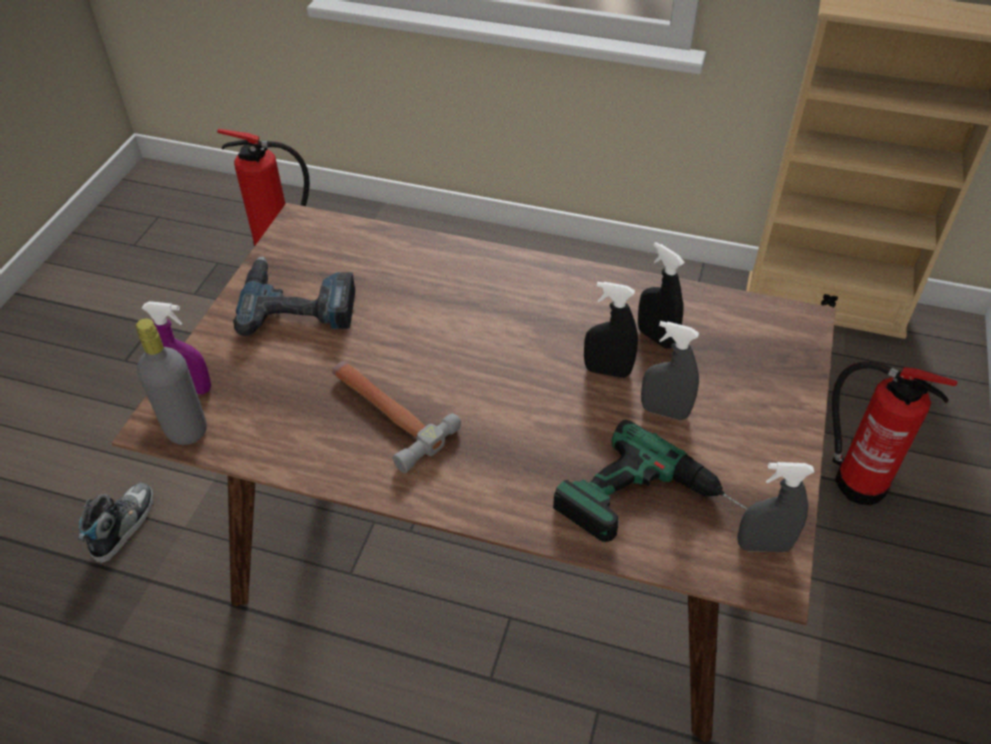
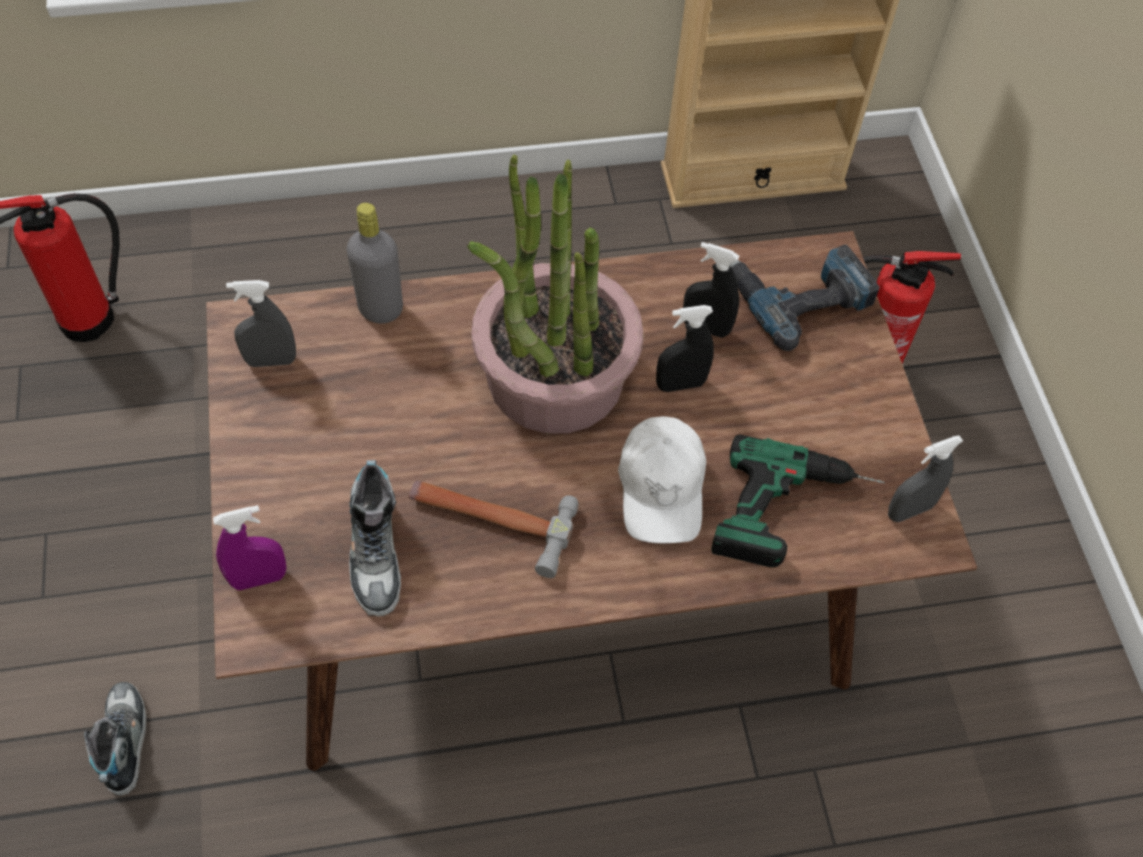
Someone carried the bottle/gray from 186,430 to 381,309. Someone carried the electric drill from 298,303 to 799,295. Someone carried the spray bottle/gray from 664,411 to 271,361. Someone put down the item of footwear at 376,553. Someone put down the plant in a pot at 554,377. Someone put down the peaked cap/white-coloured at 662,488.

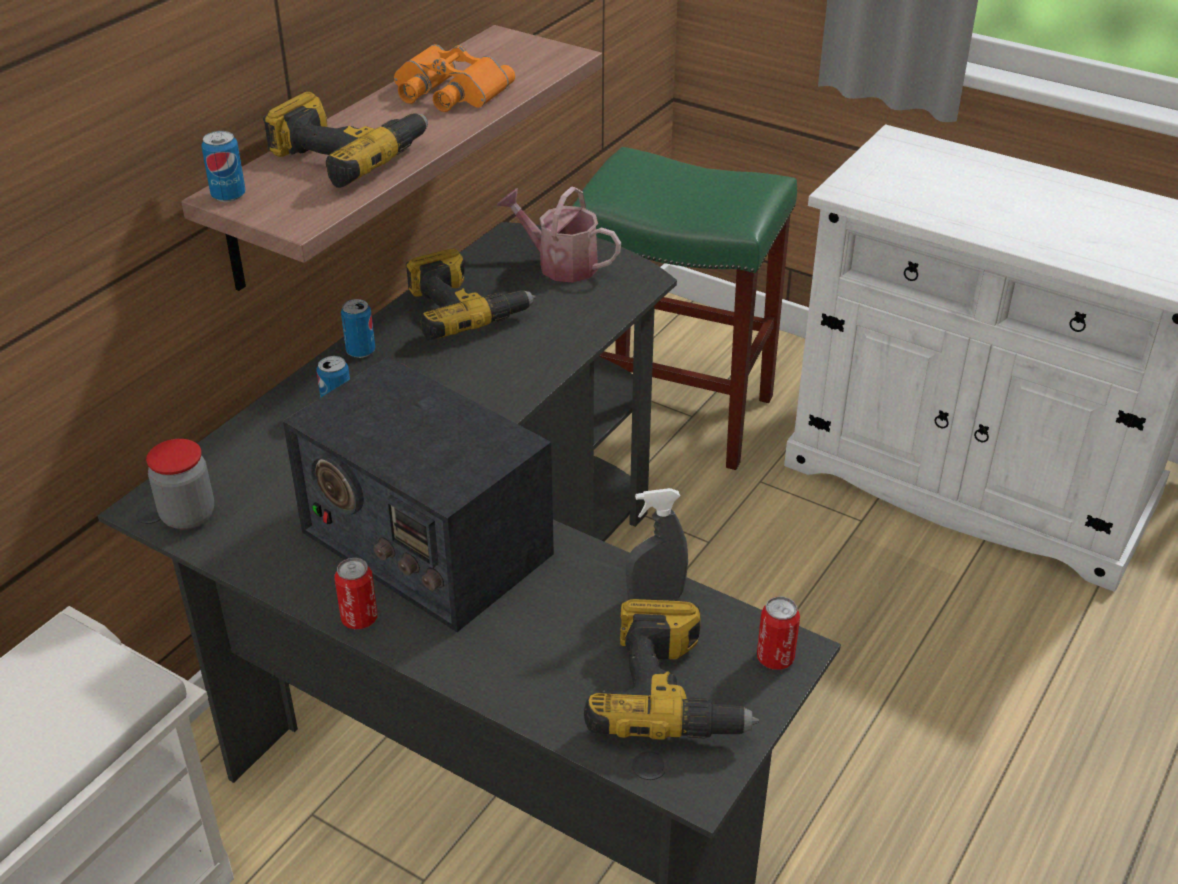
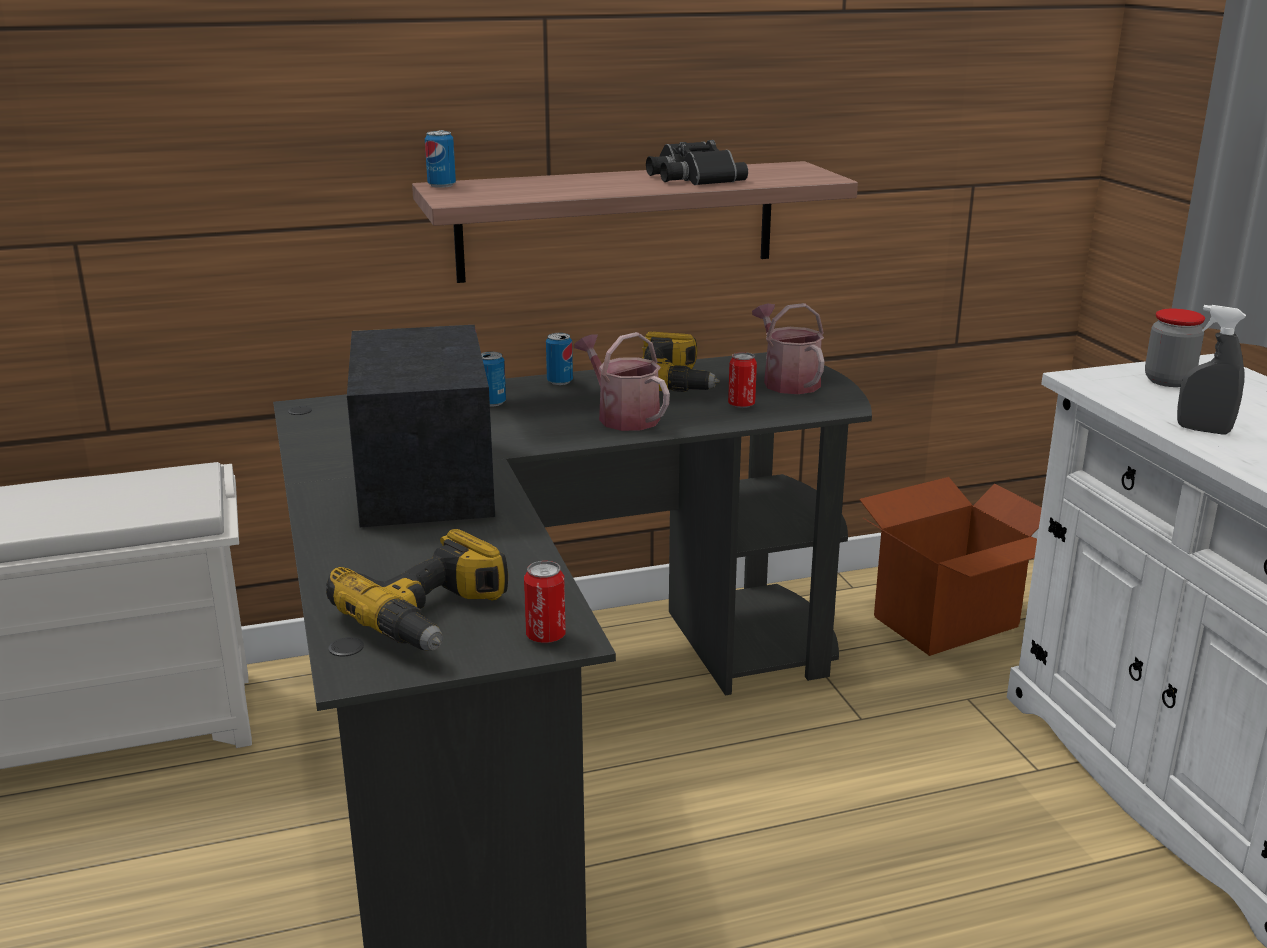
Someone carried the storage jar from 188,515 to 1168,381. Someone took away the electric drill at 347,155. Someone carried the metal can from 359,619 to 741,405. Someone repainted the binoculars/orange-coloured at 448,92, which became the binoculars/black at 691,177. Someone swapped the stool/greenish at 678,413 for the packing box at 947,622. Someone carried the spray bottle/gray from 655,597 to 1203,430. Someone put down the sprinkling can at 623,416.

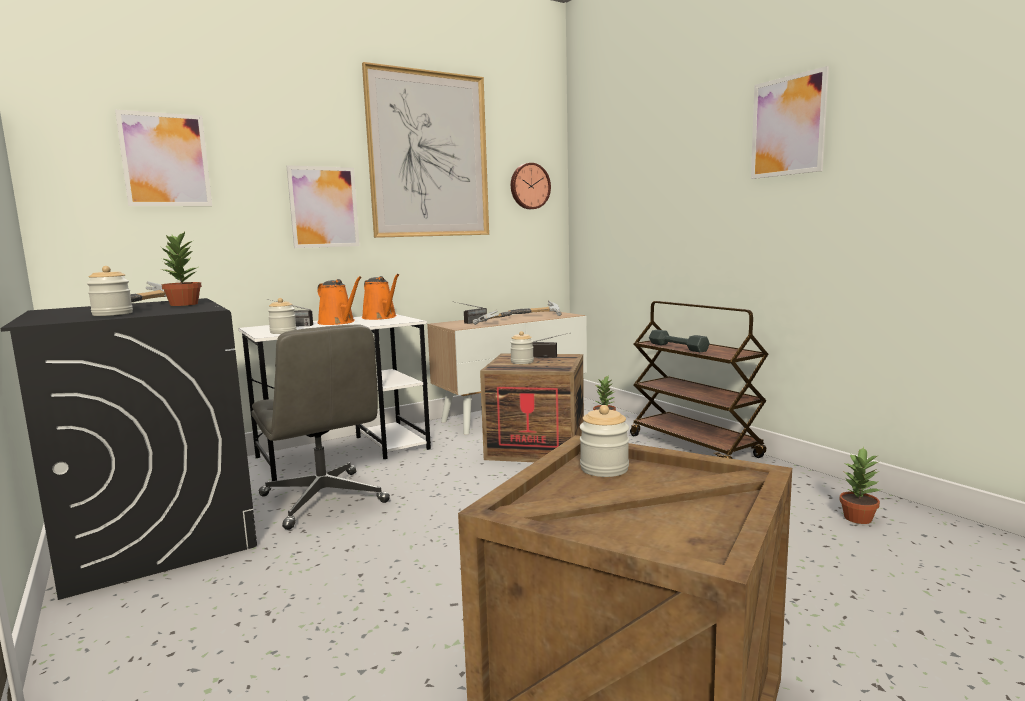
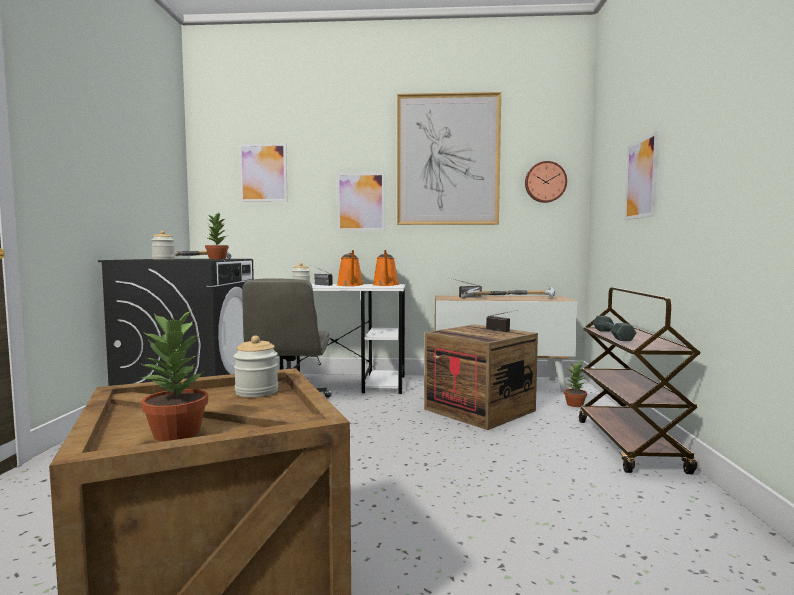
Someone took away the storage jar at 522,362. Someone carried the wall art from 788,126 to 641,178. Someone carried the plant in a pot from 858,518 to 177,433.

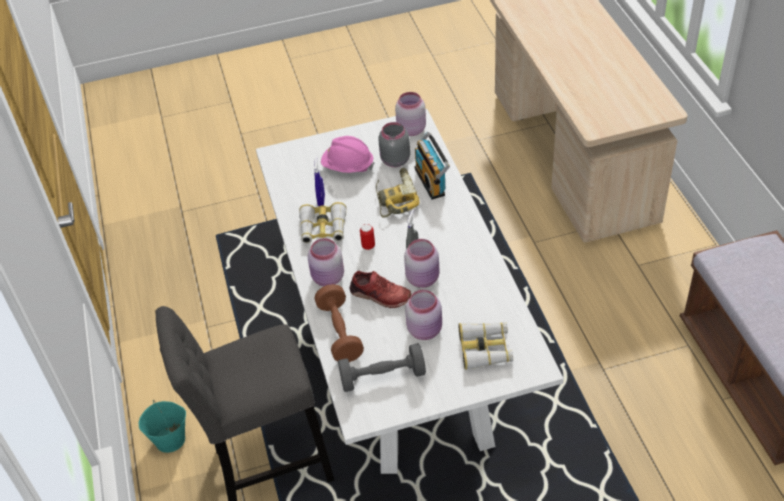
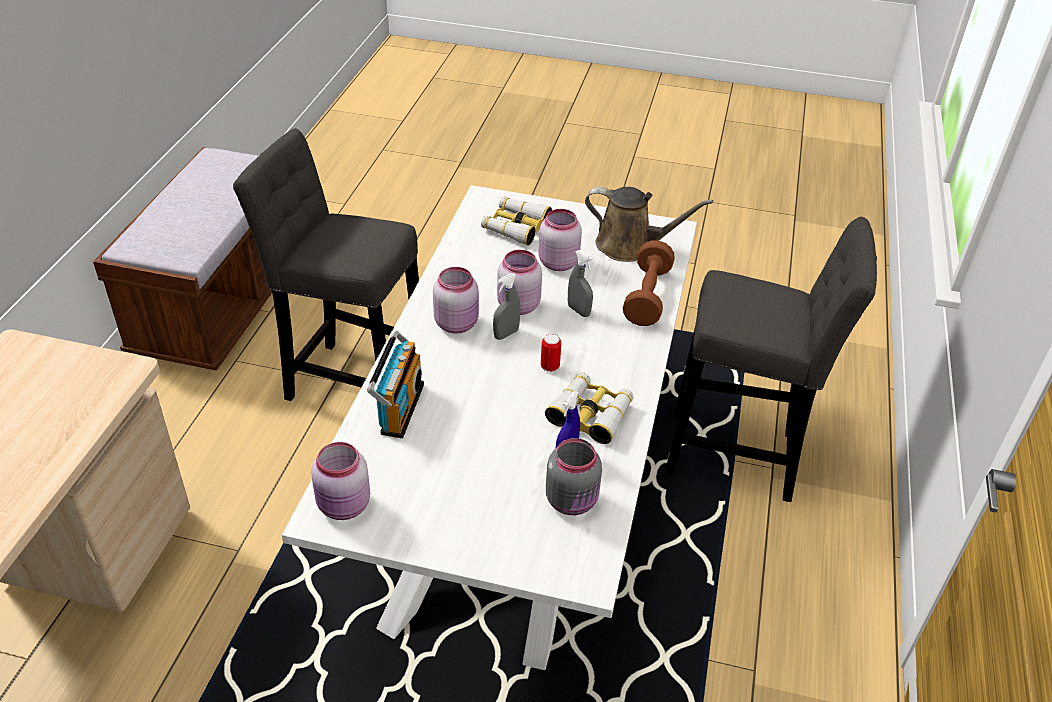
Someone took away the water bucket/turquoise-coloured at 170,439. Someone carried the storage jar/pink from 328,278 to 457,323. Someone took away the safety helmet/pink at 348,167. Someone swapped the free weight/gray at 382,377 for the sprinkling can/brownish at 630,246. Someone swapped the item of footwear/reddish at 379,295 for the spray bottle/gray at 578,311. Someone took away the electric drill at 395,197. Someone carried the storage jar/gray from 394,160 to 573,501. Someone put down the stool/gray at 350,383.

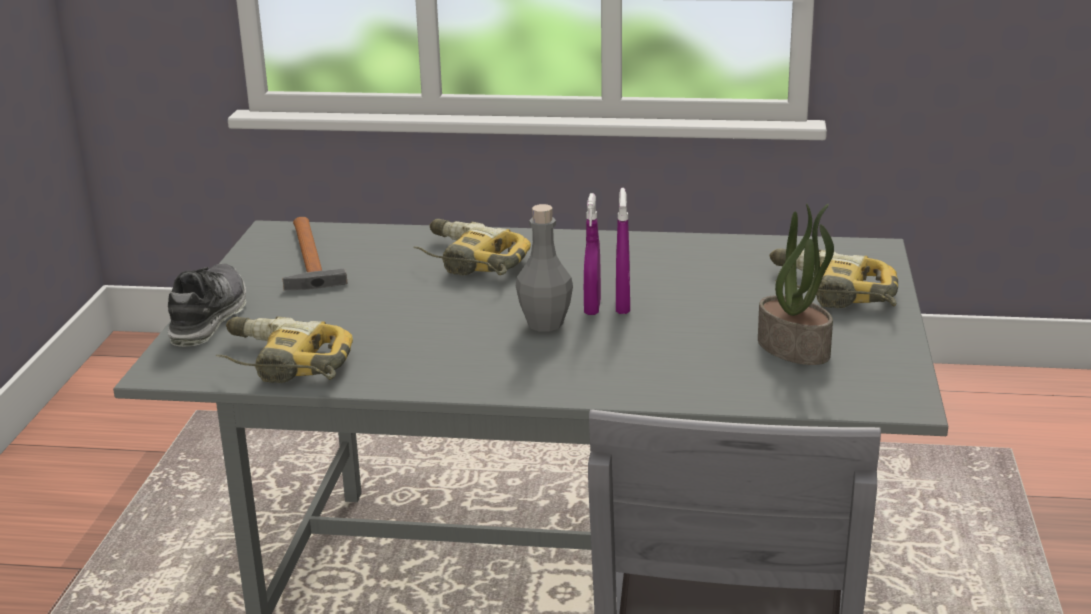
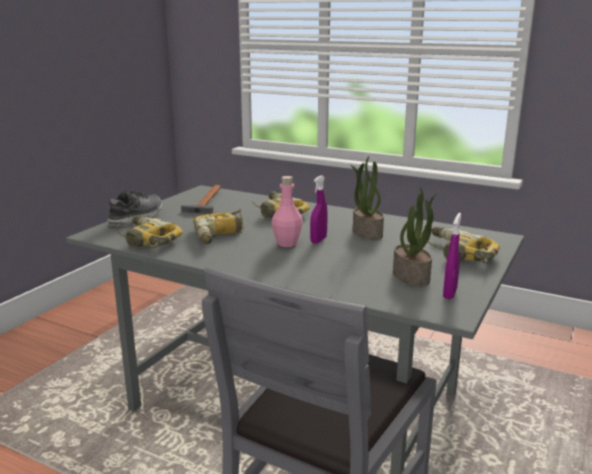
Someone repainted the bottle/gray at 545,324, which became the bottle/pink at 287,243. Someone carried the spray bottle/purple from 622,306 to 450,293. Someone put down the electric drill at 221,234. Someone put down the plant in a pot at 366,233.

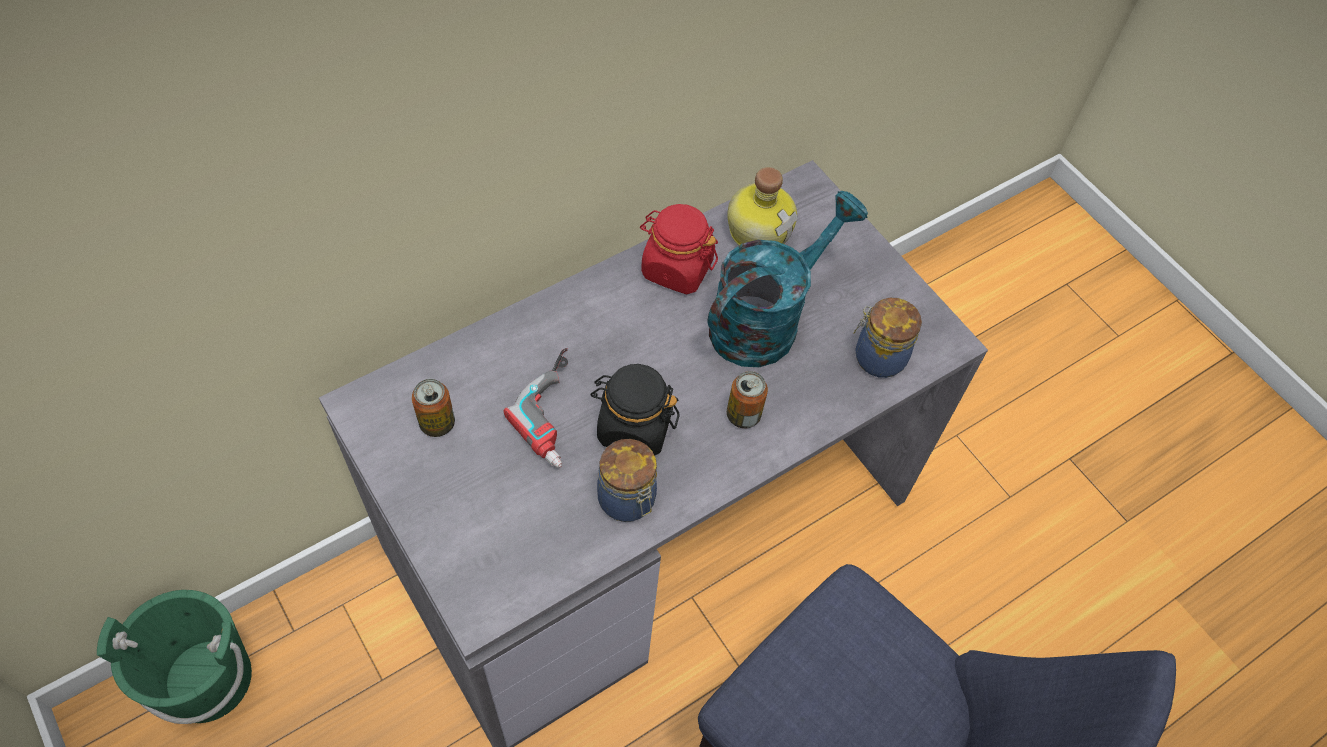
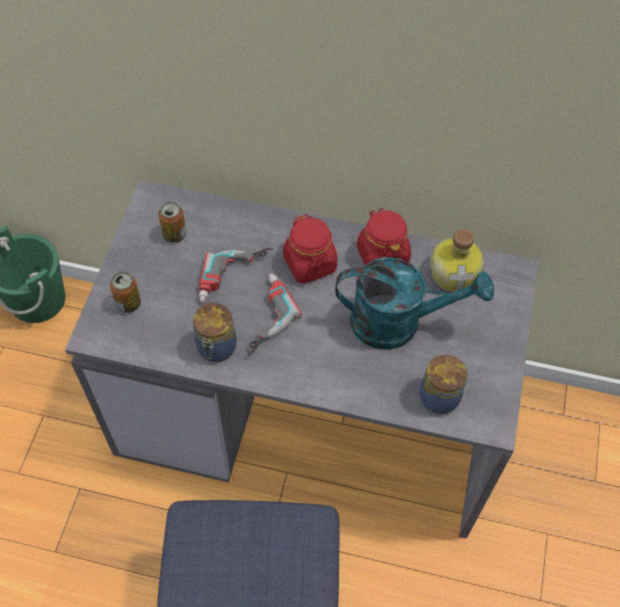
Someone swapped the storage jar/black at 634,427 for the electric drill at 262,316. Someone carried the metal can from 743,415 to 128,303. Someone put down the storage jar/reddish at 310,264.

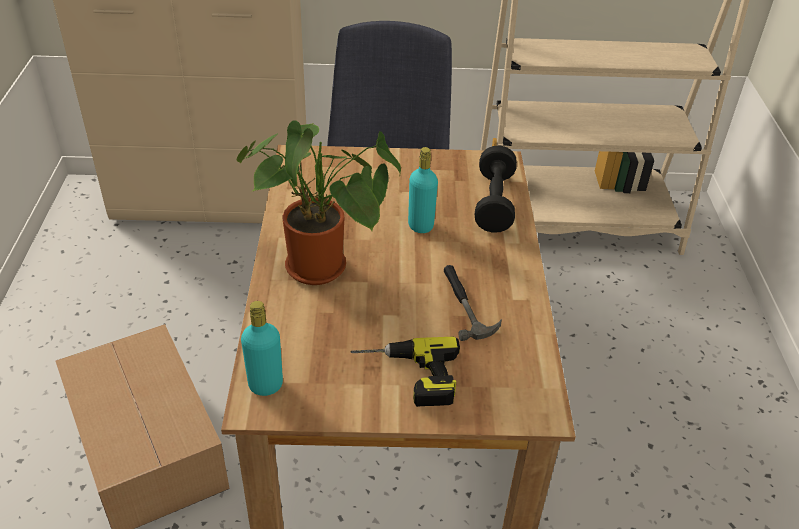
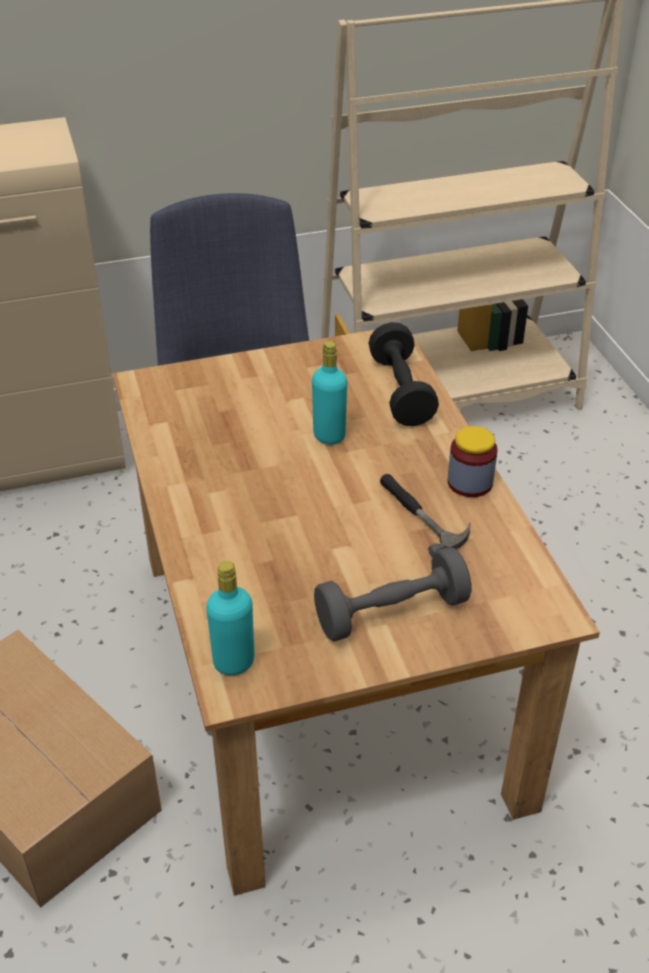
Someone took away the plant in a pot at 323,268. Someone swapped the electric drill at 407,377 for the free weight/gray at 391,612. Someone put down the storage jar at 470,482.

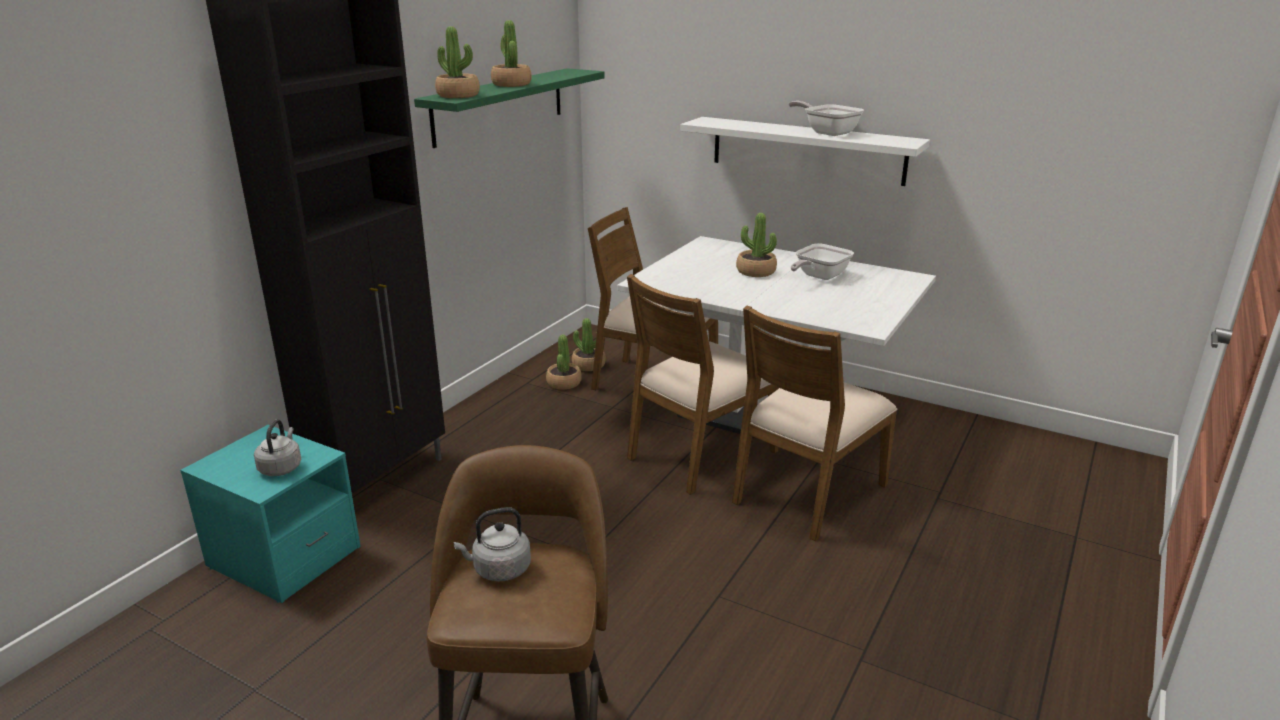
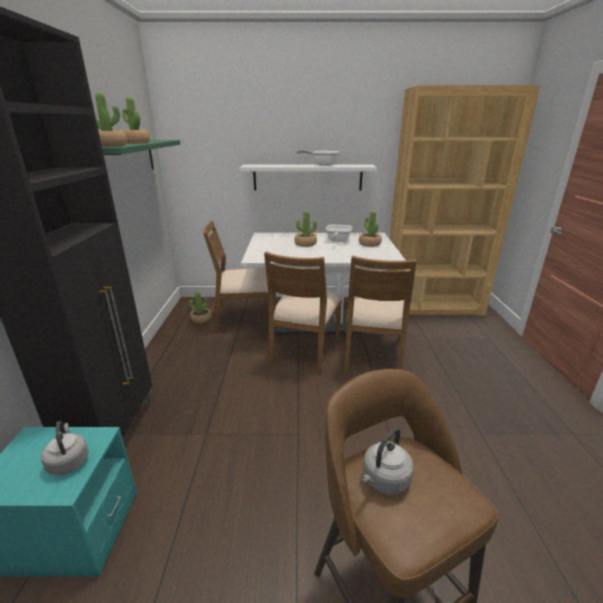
Someone carried the plant in a pot from 564,383 to 369,244. Someone put down the shelving unit/brownish at 432,306.

